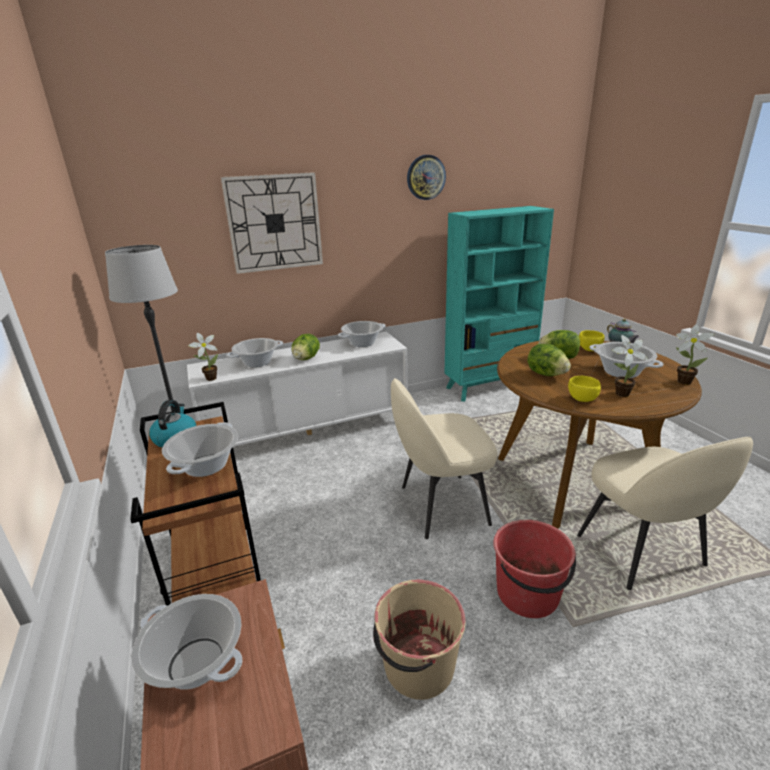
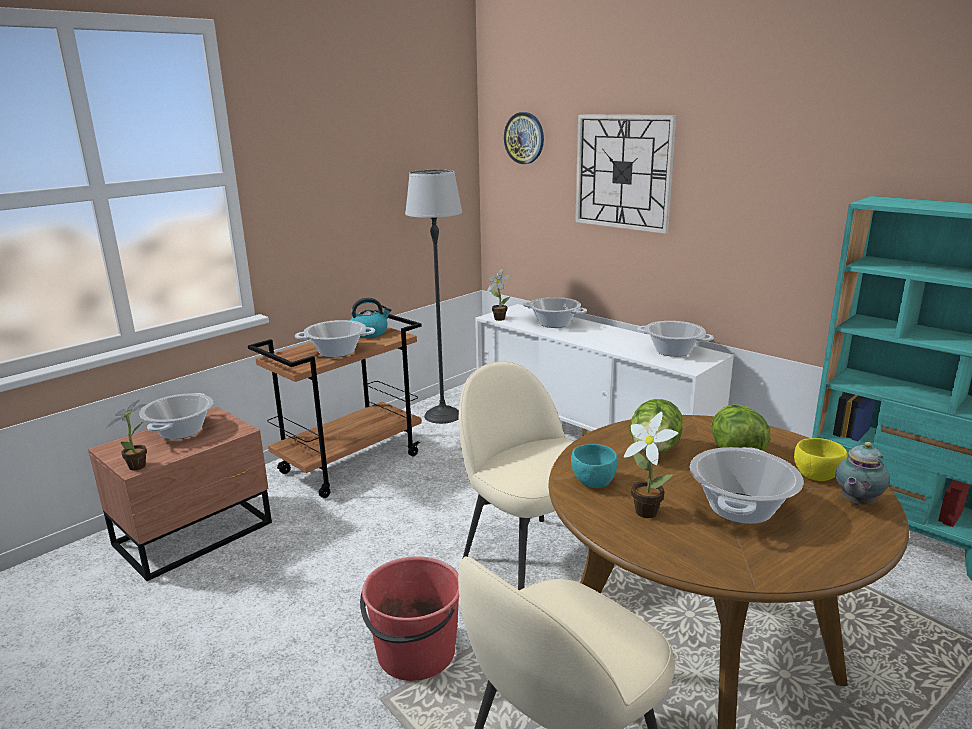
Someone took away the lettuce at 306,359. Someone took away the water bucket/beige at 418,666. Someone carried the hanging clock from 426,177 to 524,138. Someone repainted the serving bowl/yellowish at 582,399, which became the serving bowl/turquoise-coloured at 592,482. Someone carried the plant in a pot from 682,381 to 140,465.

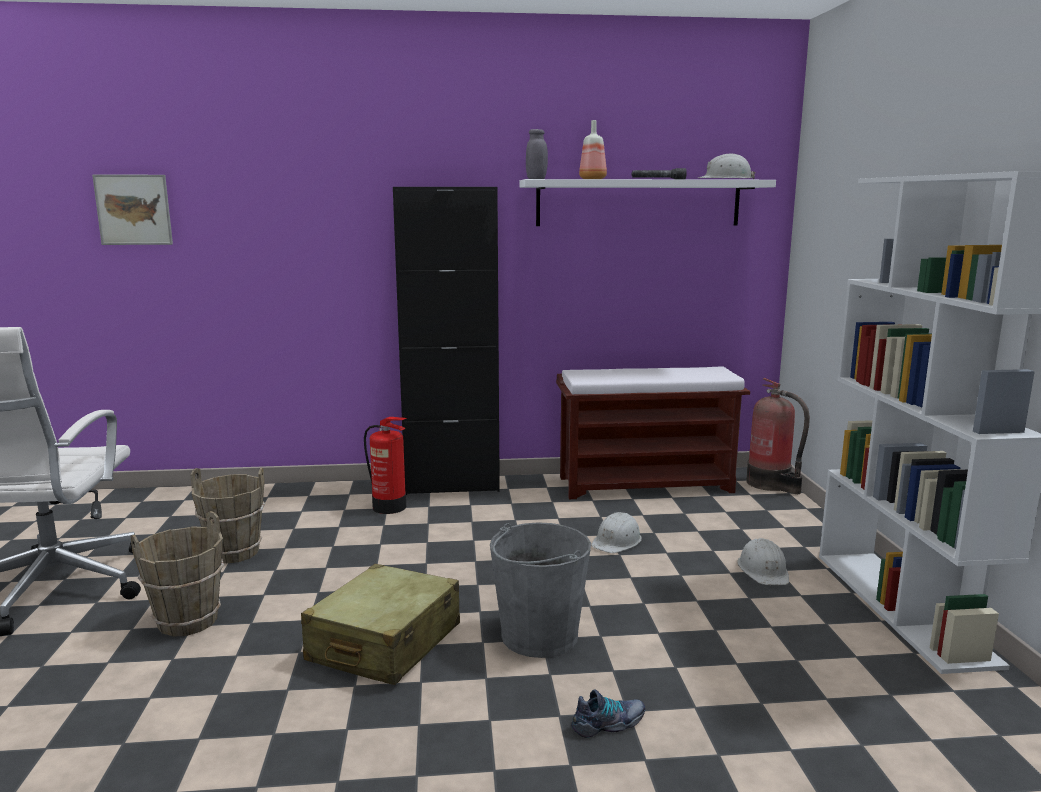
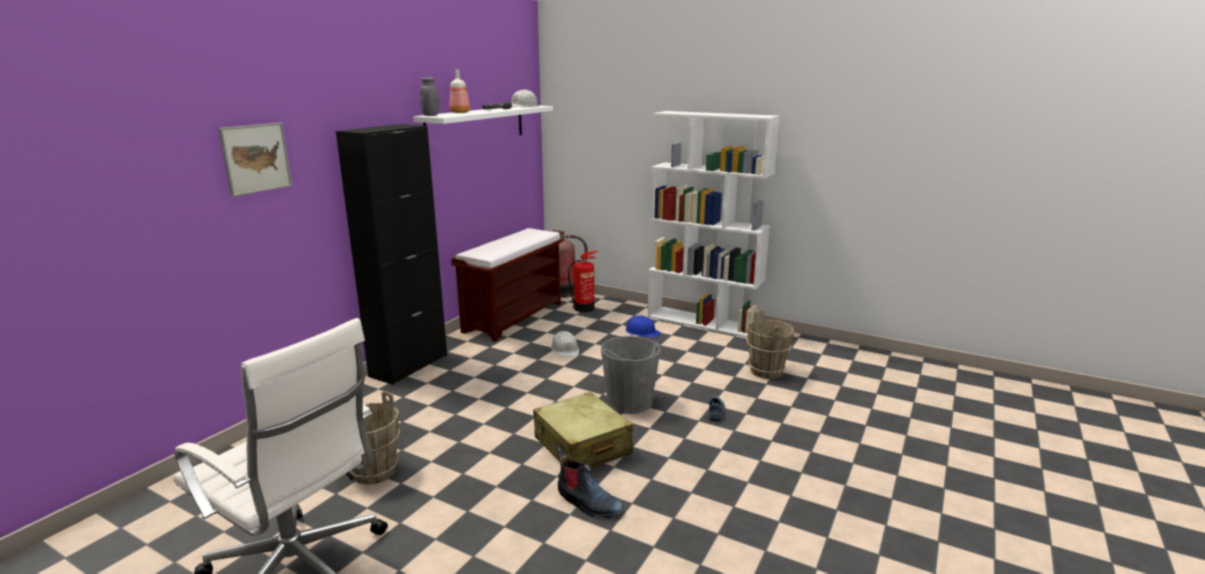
Someone carried the wall art from 133,210 to 256,158. Someone carried the water bucket/brownish from 188,621 to 766,371. Someone carried the extinguisher from 390,507 to 584,308. Someone repainted the safety helmet/white-coloured at 763,570, which became the safety helmet/bluish at 642,332. Someone put down the boot at 587,503.

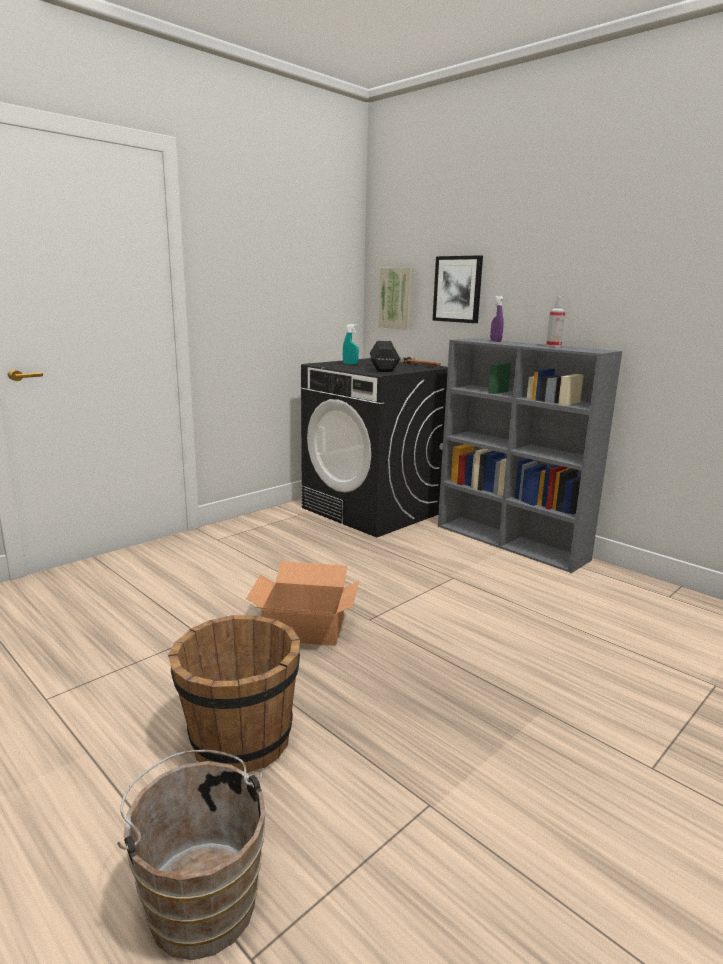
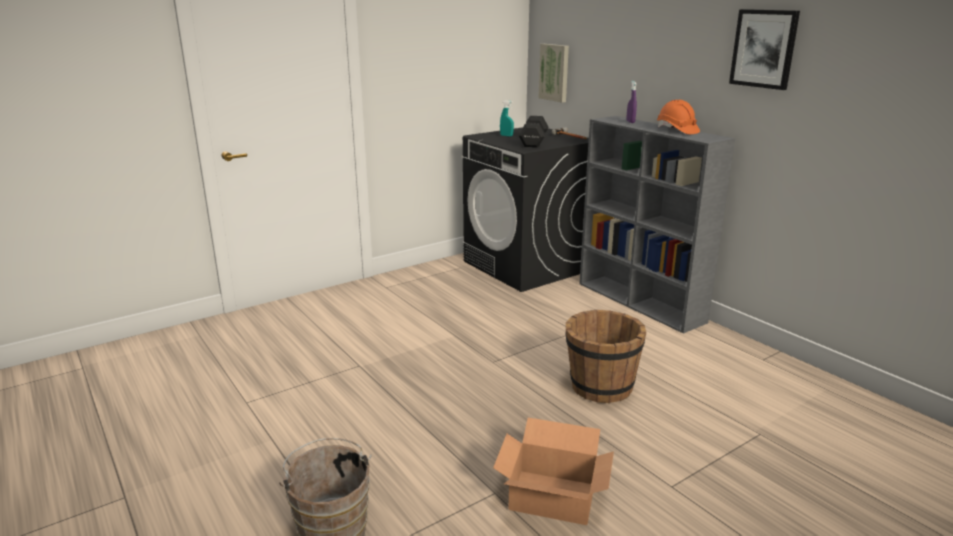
Someone carried the water bucket/brownish from 239,740 to 600,387. Someone carried the packing box from 305,628 to 553,497. Someone carried the wall art from 458,289 to 764,48. Someone swapped the spray bottle at 553,346 for the safety helmet/orange-coloured at 677,130.

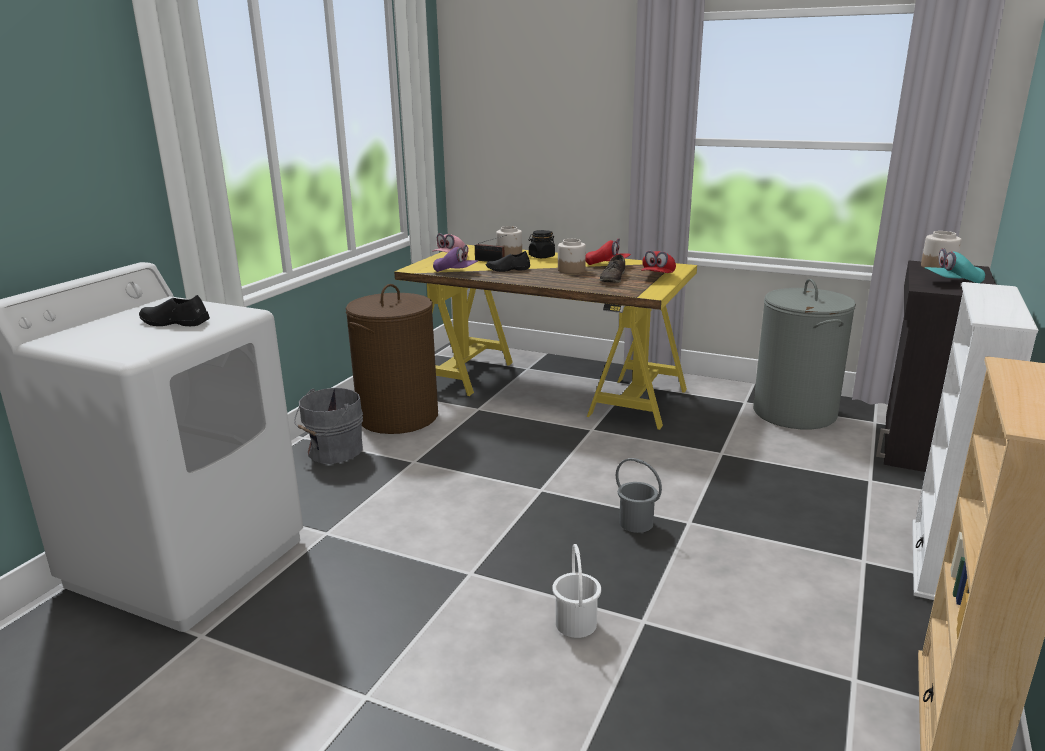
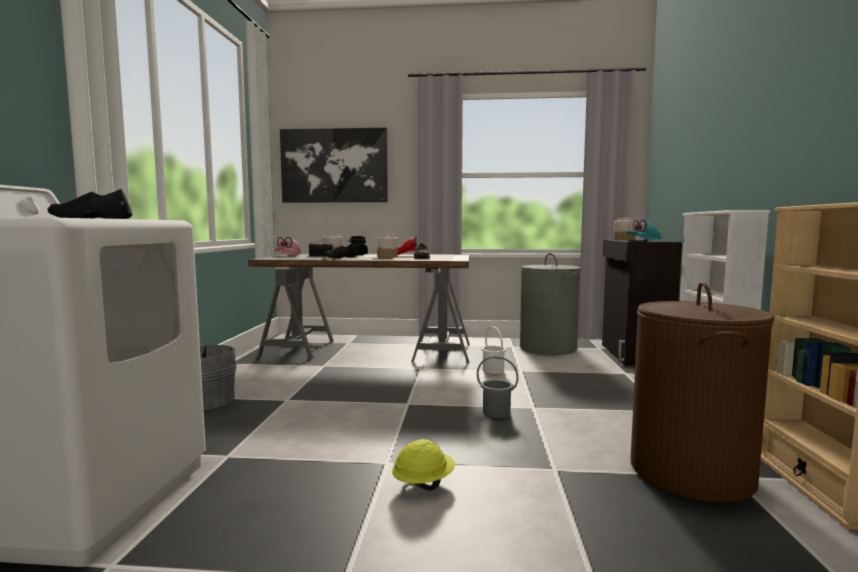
Someone carried the washing basket/brownish from 398,417 to 691,473. Someone repainted the desk unit/yellowish at 547,387, which became the desk unit/gray at 369,350. Someone took away the peaked cap/purple at 455,272. Someone carried the water bucket/white-coloured from 575,624 to 493,370. Someone took away the peaked cap/reddish at 657,276. Someone put up the wall art at 334,166. Someone put down the safety helmet/yellowish at 423,484.

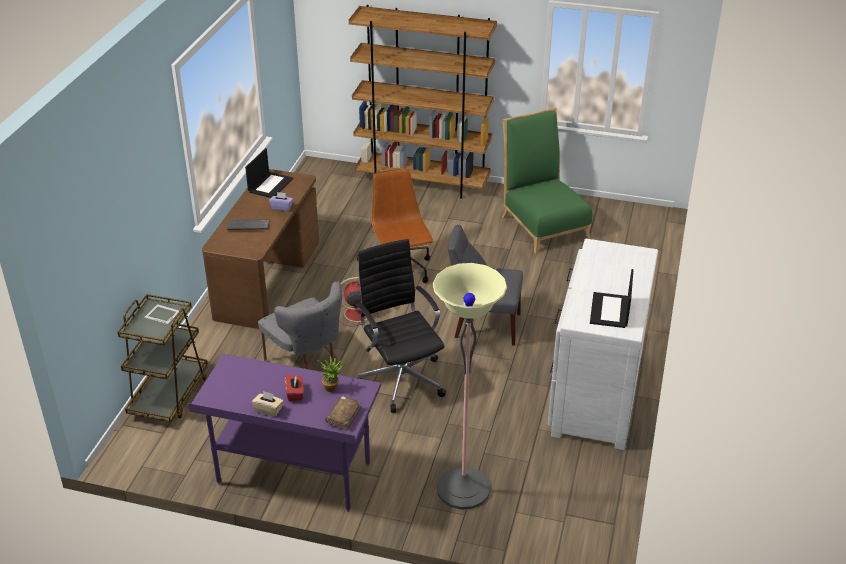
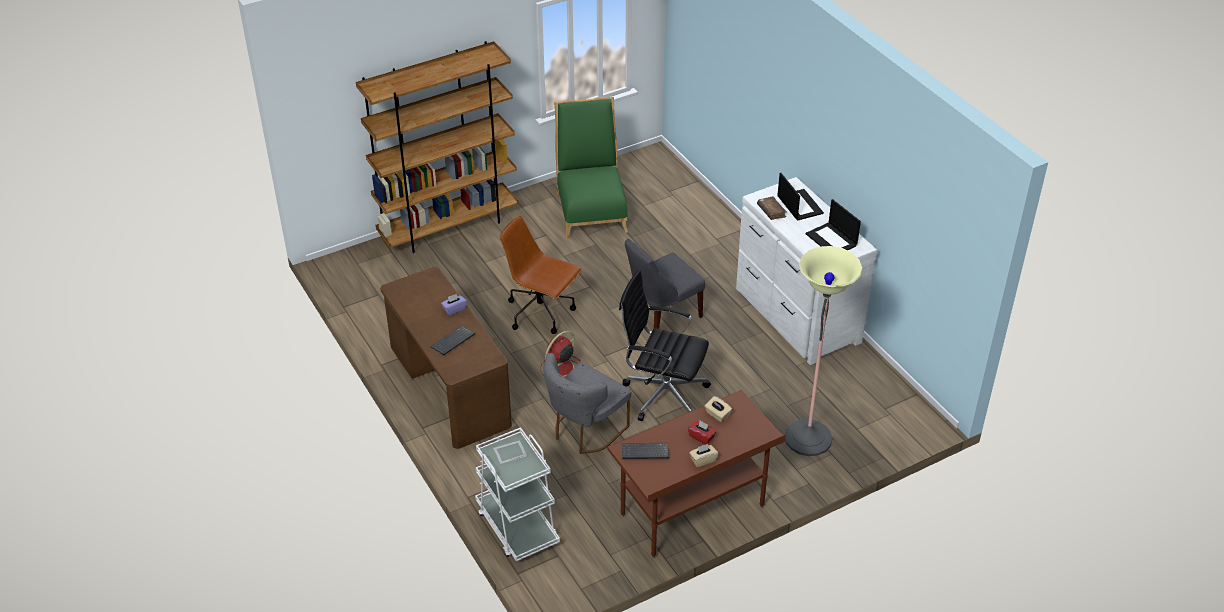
Someone repainted the trolley/brownish at 169,395, which became the trolley/white-coloured at 517,527. Someone repainted the desk unit/purple at 293,474, which became the desk unit/brownish at 692,511. Someone carried the laptop from 270,185 to 799,205. Someone rotated the plain chair/gray at 307,366 by 120 degrees clockwise. Someone swapped the plant in a pot at 332,387 for the tissue holder/beige at 717,415. Someone carried the book/brownish from 343,416 to 771,211. Someone rotated the plain chair/greenish at 542,224 by 60 degrees clockwise. Someone put down the keyboard at 644,452.

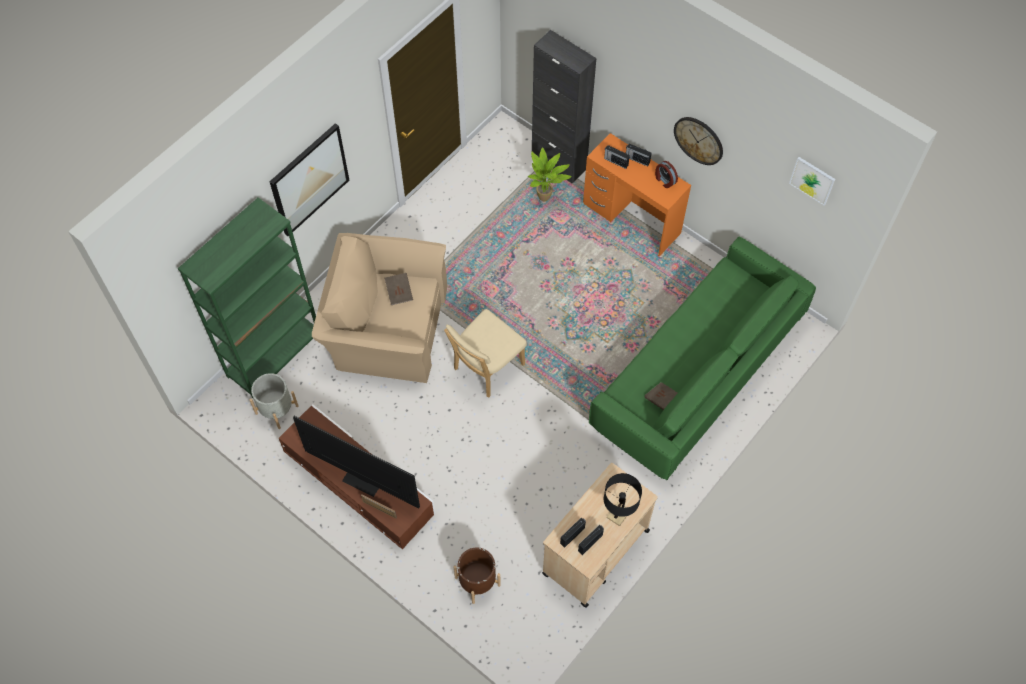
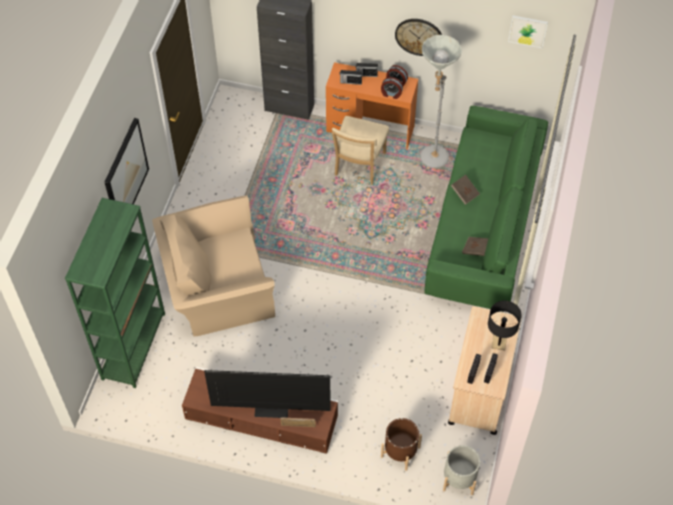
Someone carried the planter/gray from 276,409 to 459,479. Someone carried the book/brownish from 399,293 to 465,193. Someone carried the plain chair/beige from 486,368 to 358,166. Someone took away the plant in a pot at 546,197. Someone put down the table clock at 391,94. Someone put down the standard lamp/gray at 431,161.

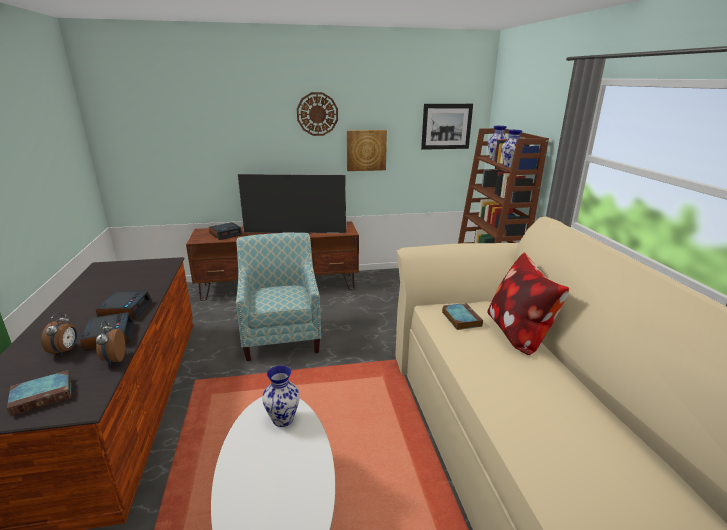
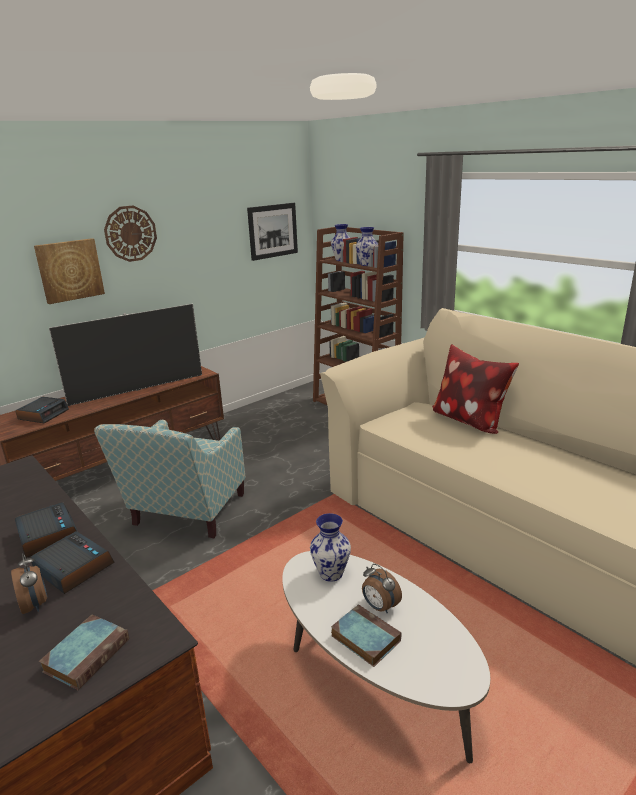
Someone carried the table clock from 114,359 to 379,607. Someone rotated the lounge chair at 281,334 by 120 degrees counterclockwise. Someone carried the wall art from 366,150 to 70,270. Someone carried the book from 460,318 to 364,638.

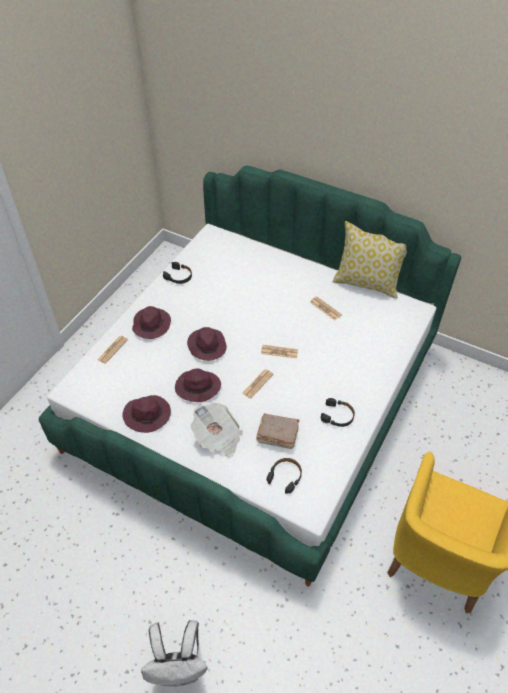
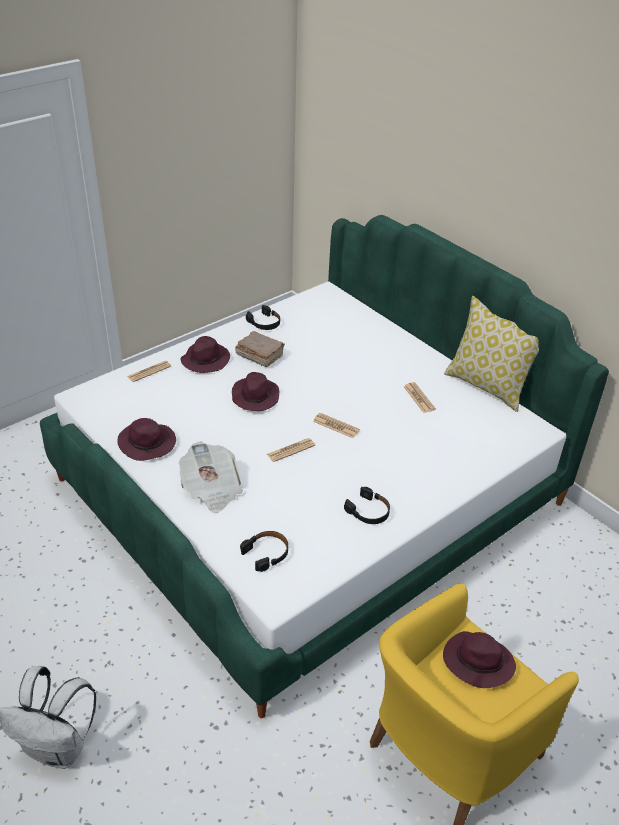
Someone carried the clothing hat/purple from 197,387 to 476,662. Someone carried the book/brownish from 277,435 to 259,355.

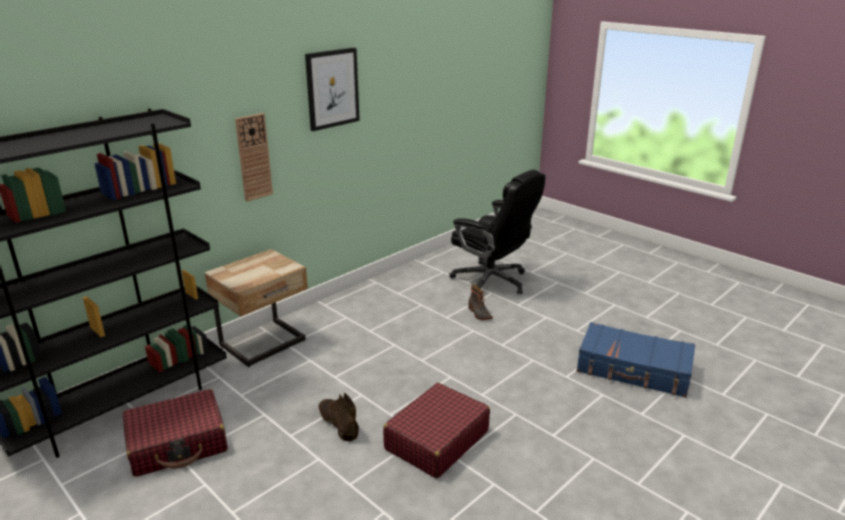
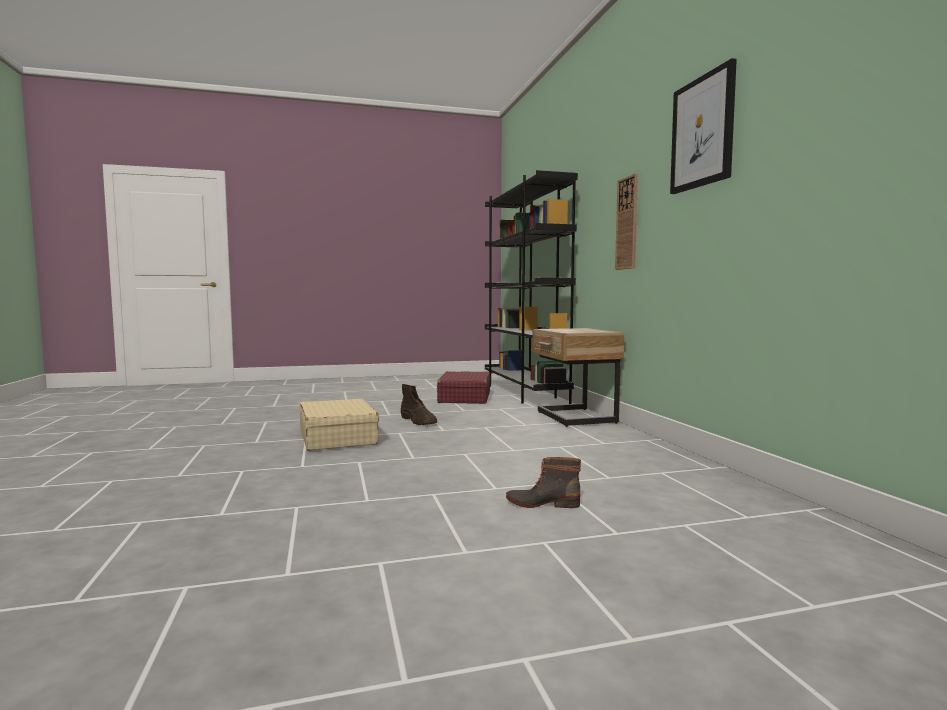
Someone rotated the boot/brownish at 338,422 by 60 degrees clockwise. Someone repainted the piece of luggage/reddish at 436,440, which became the piece of luggage/beige at 338,438. Someone took away the office chair/black at 492,281. Someone took away the piece of luggage/bluish at 634,370.

